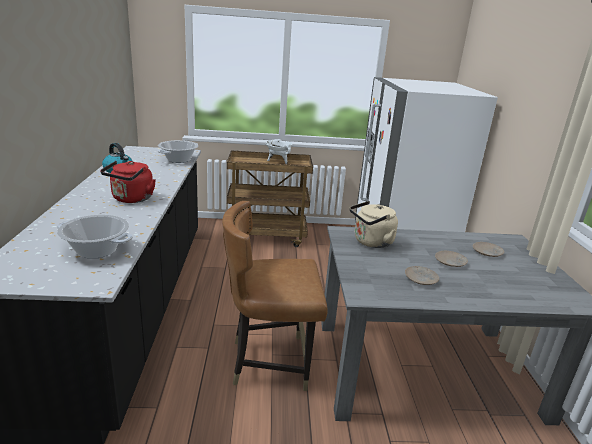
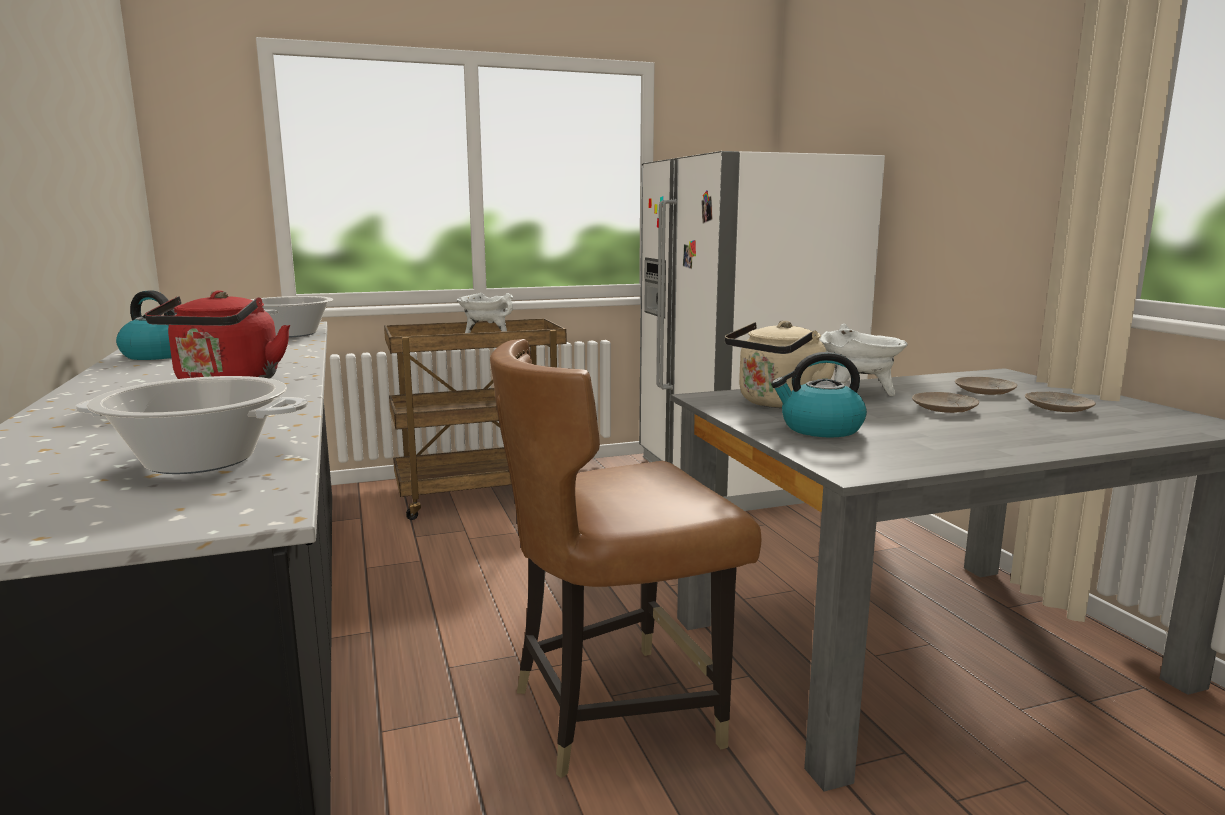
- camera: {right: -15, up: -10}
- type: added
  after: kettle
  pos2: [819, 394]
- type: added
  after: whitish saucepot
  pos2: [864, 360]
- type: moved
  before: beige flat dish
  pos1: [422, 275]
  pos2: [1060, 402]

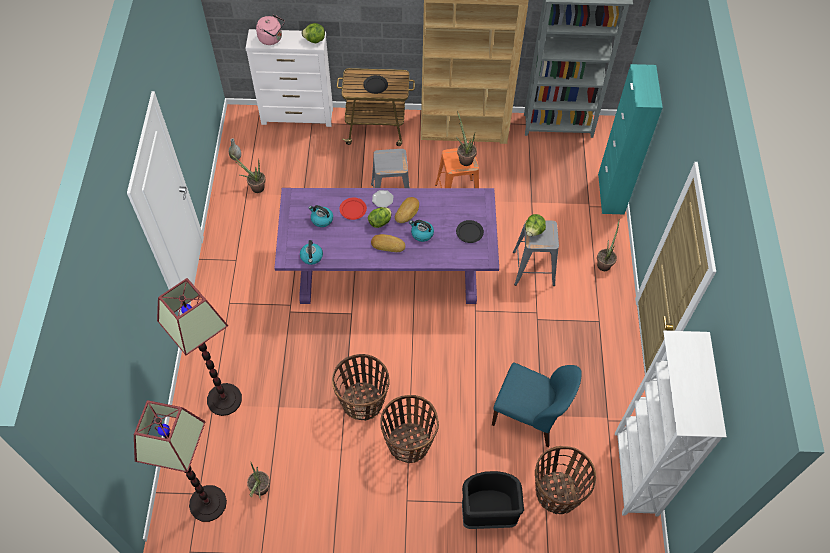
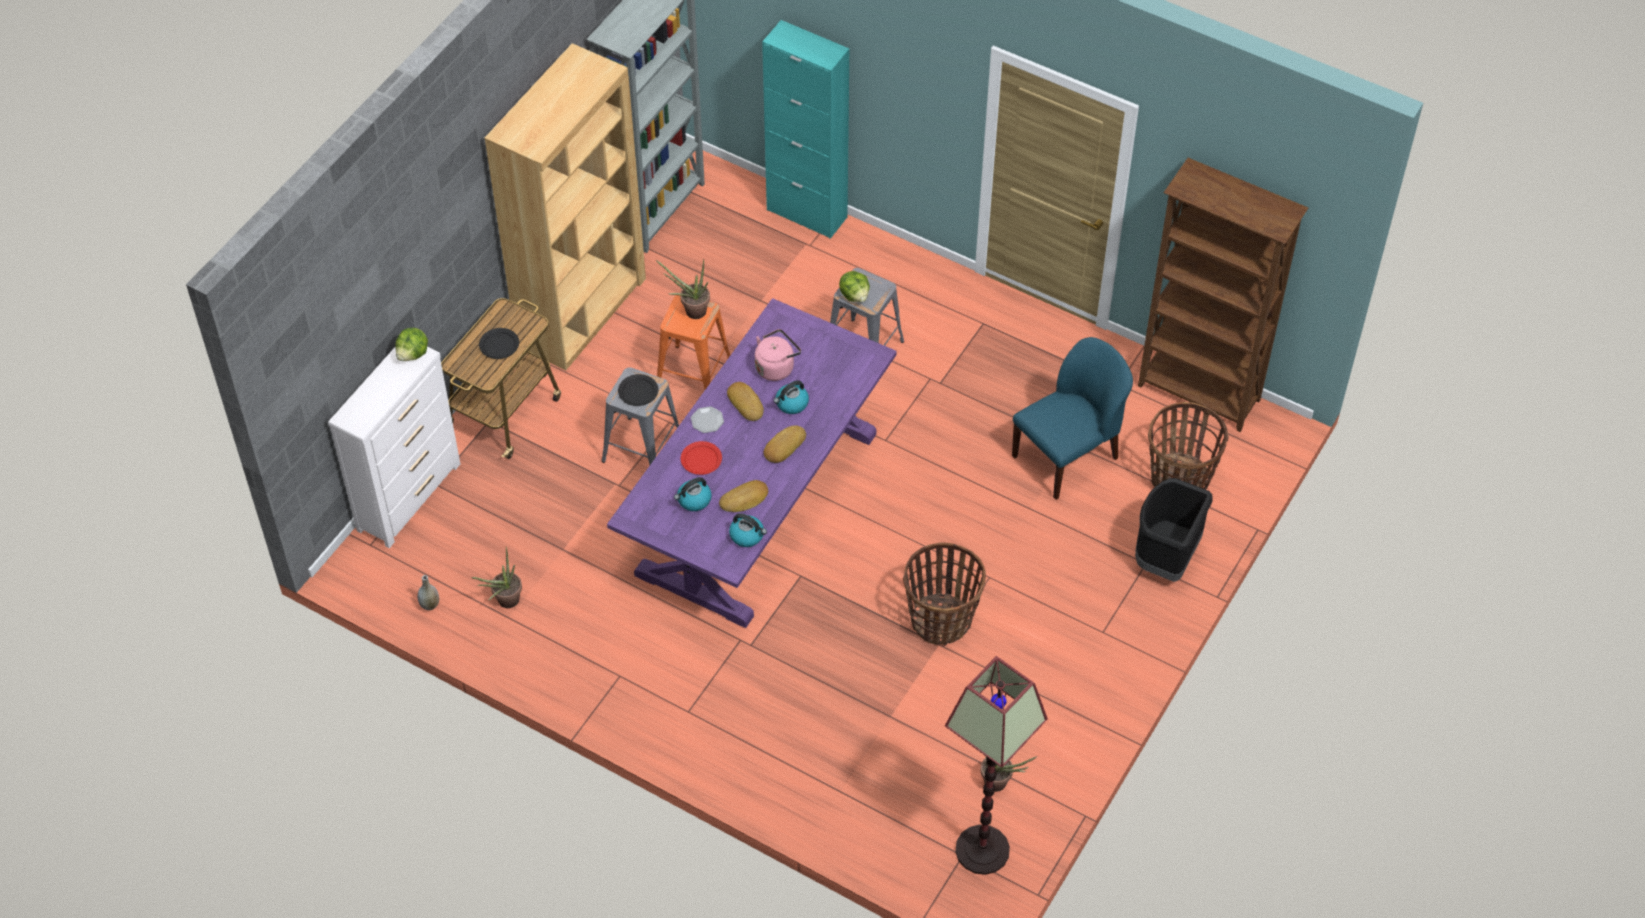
- camera: {right: -60, up: -5}
- type: removed
  before: floor lamp
  pos1: [199, 347]
- type: removed
  before: head of lettuce
  pos1: [380, 217]
- type: removed
  before: storage basket
  pos1: [409, 429]
- type: removed
  before: houseplant
  pos1: [608, 245]
- type: added
  after: bread
  pos2: [743, 496]
- type: moved
  before: pink kettle
  pos1: [270, 30]
  pos2: [778, 355]
- type: moved
  before: black flat dish
  pos1: [470, 231]
  pos2: [638, 390]
- type: recoloured
  before: whitish bookcase
  after: brown bookcase
  pos1: [671, 424]
  pos2: [1223, 295]

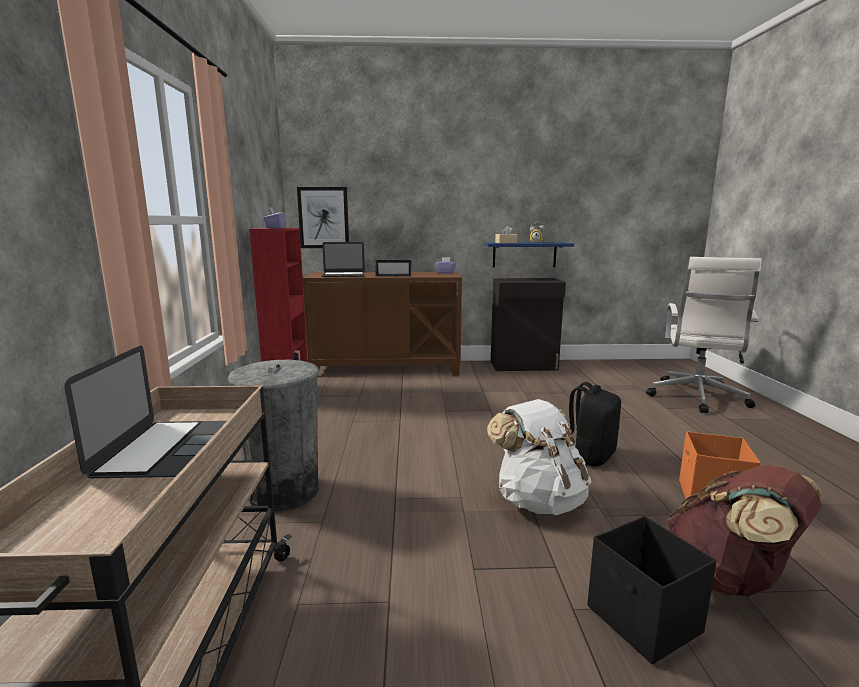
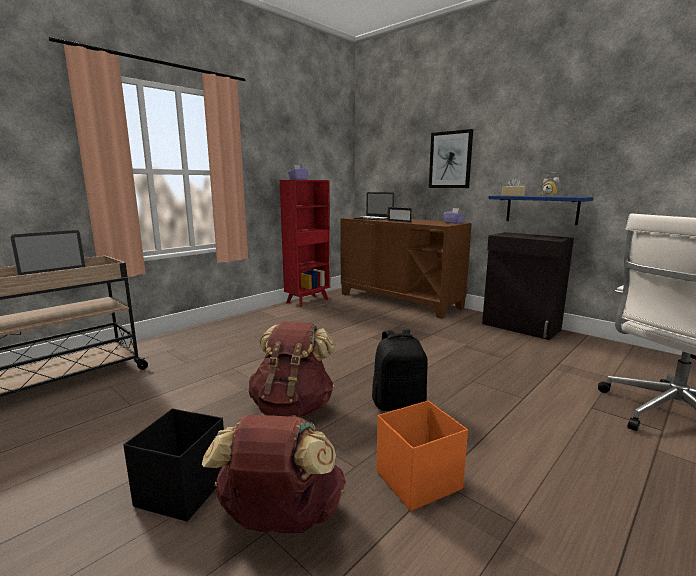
- camera: {right: 45, up: 0}
- type: removed
  before: gray waste bin
  pos1: [273, 435]
- type: moved
  before: wall picture
  pos1: [323, 217]
  pos2: [451, 158]
- type: recoloured
  before: whitish backpack
  after: brown backpack
  pos1: [539, 457]
  pos2: [292, 369]

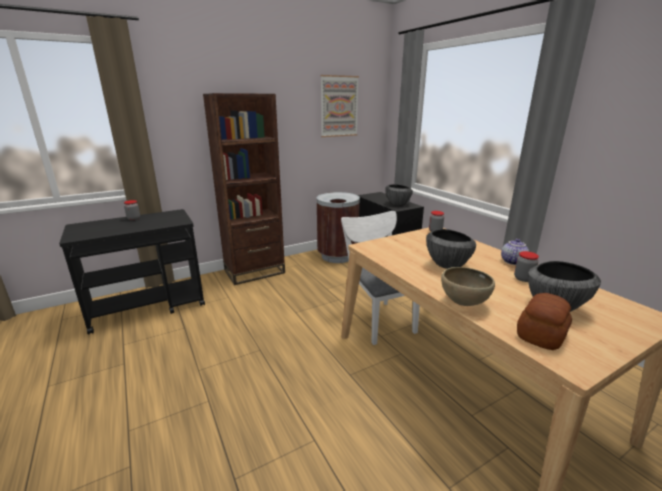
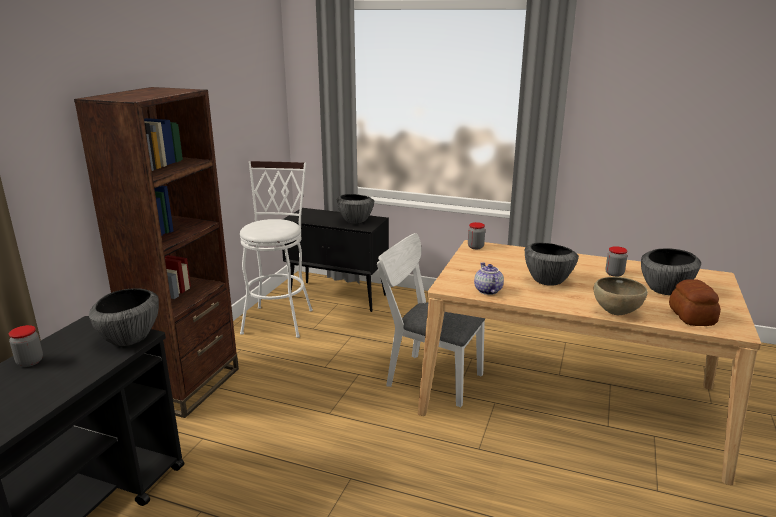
- camera: {right: -40, up: 0}
- type: removed
  before: wall picture
  pos1: [339, 106]
- type: added
  after: deep dish
  pos2: [124, 317]
- type: moved
  before: tea pot
  pos1: [515, 252]
  pos2: [489, 278]
- type: replaced
  before: brown waste bin
  after: whitish stool seat
  pos1: [338, 227]
  pos2: [276, 249]

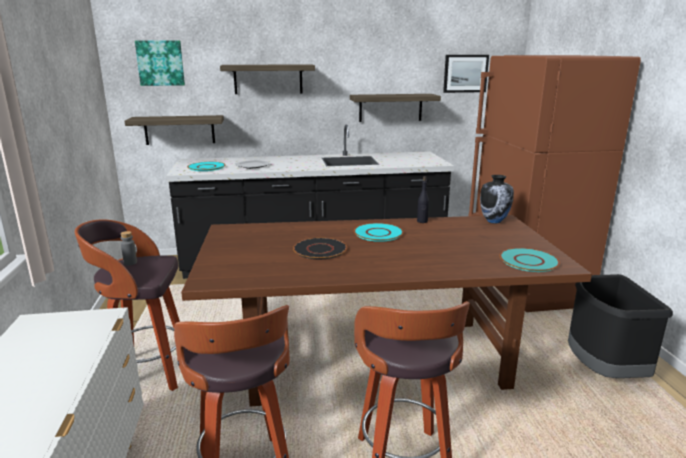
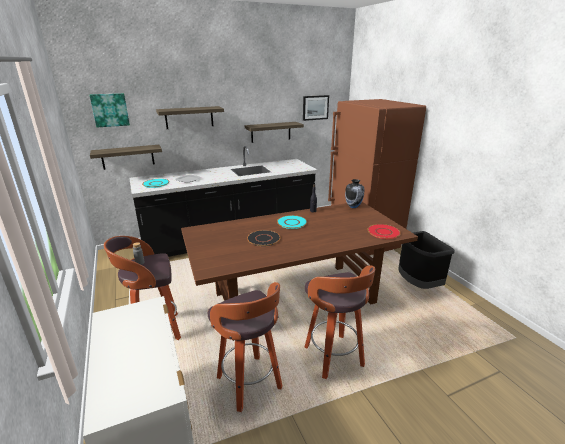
- camera: {right: -15, up: 5}
- type: recoloured
  before: turquoise-coloured flat dish
  after: reddish flat dish
  pos1: [530, 260]
  pos2: [384, 231]

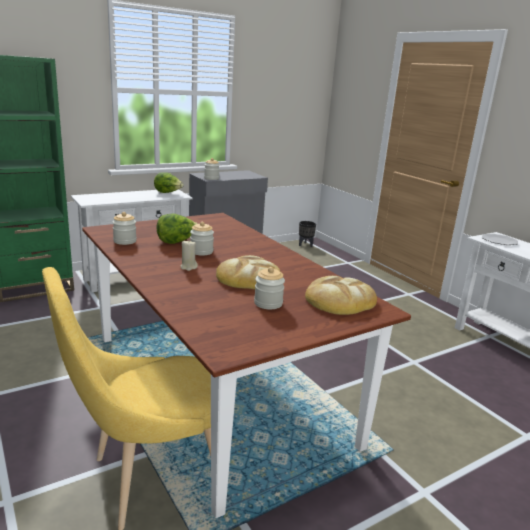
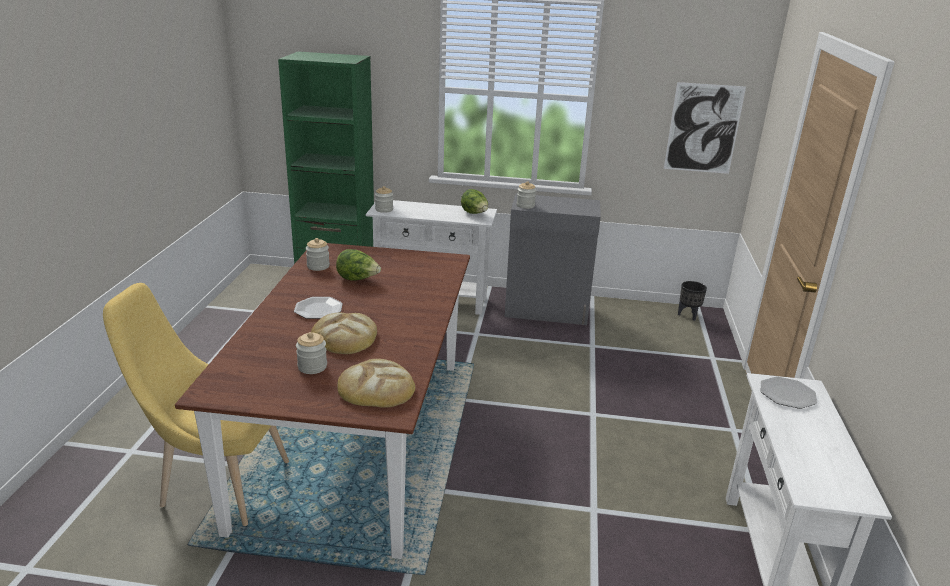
- camera: {right: 40, up: 5}
- type: added
  after: wall picture
  pos2: [705, 128]
- type: moved
  before: storage jar
  pos1: [202, 239]
  pos2: [384, 199]
- type: replaced
  before: beige wax candle
  after: flat dish
  pos1: [189, 256]
  pos2: [318, 308]

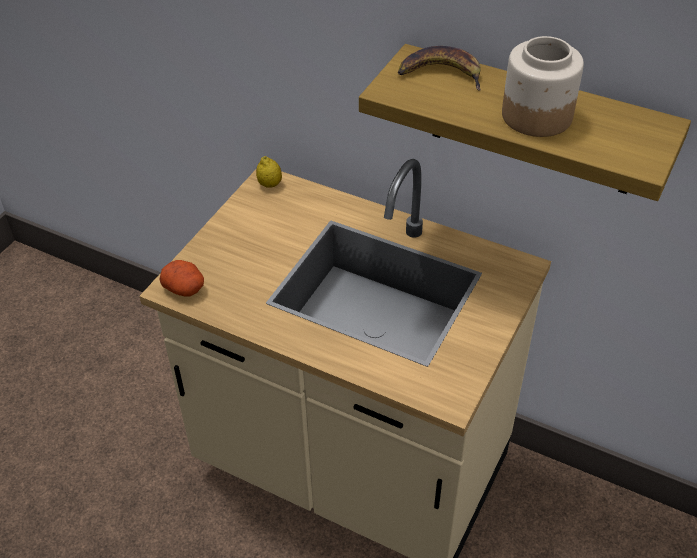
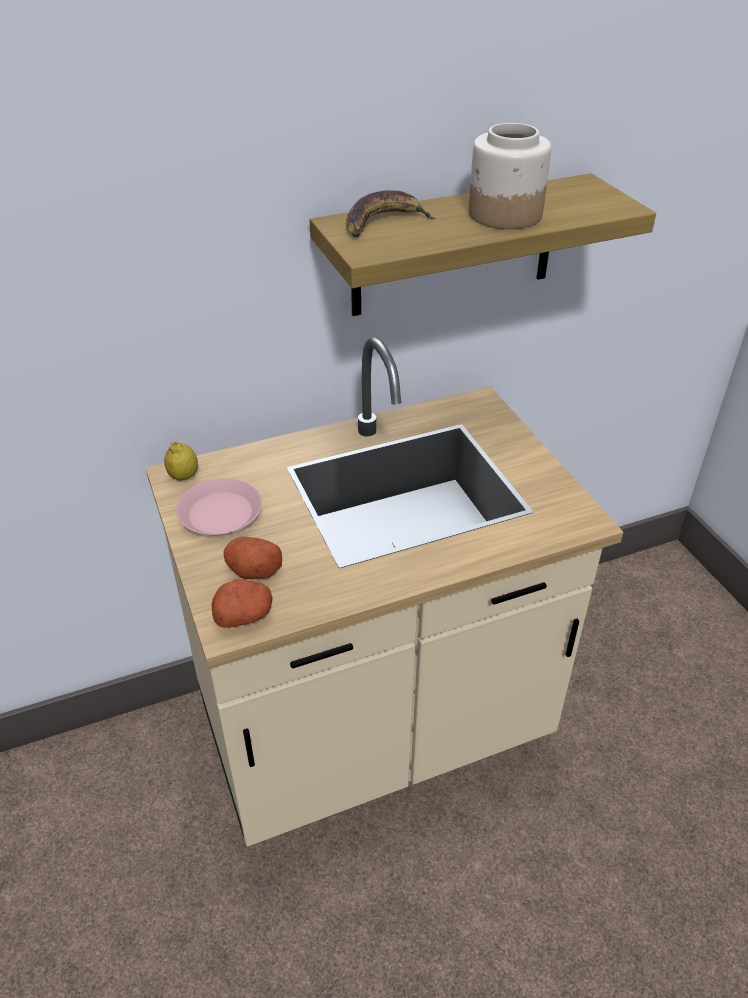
- camera: {right: -50, up: -5}
- type: added
  after: pink flat dish
  pos2: [219, 507]
- type: added
  after: potato
  pos2: [253, 558]

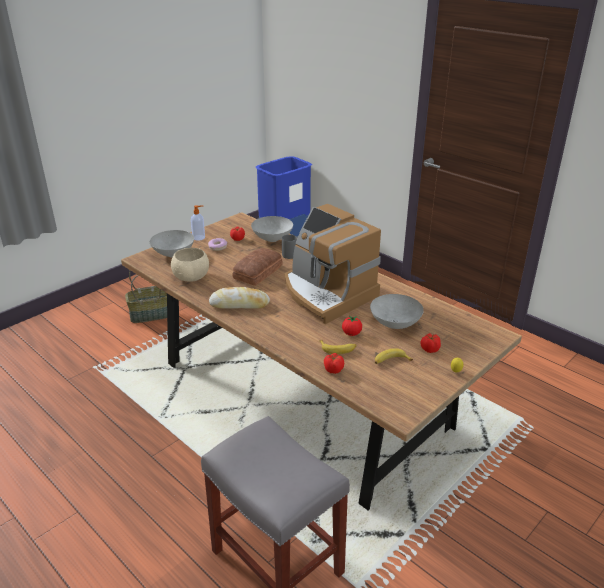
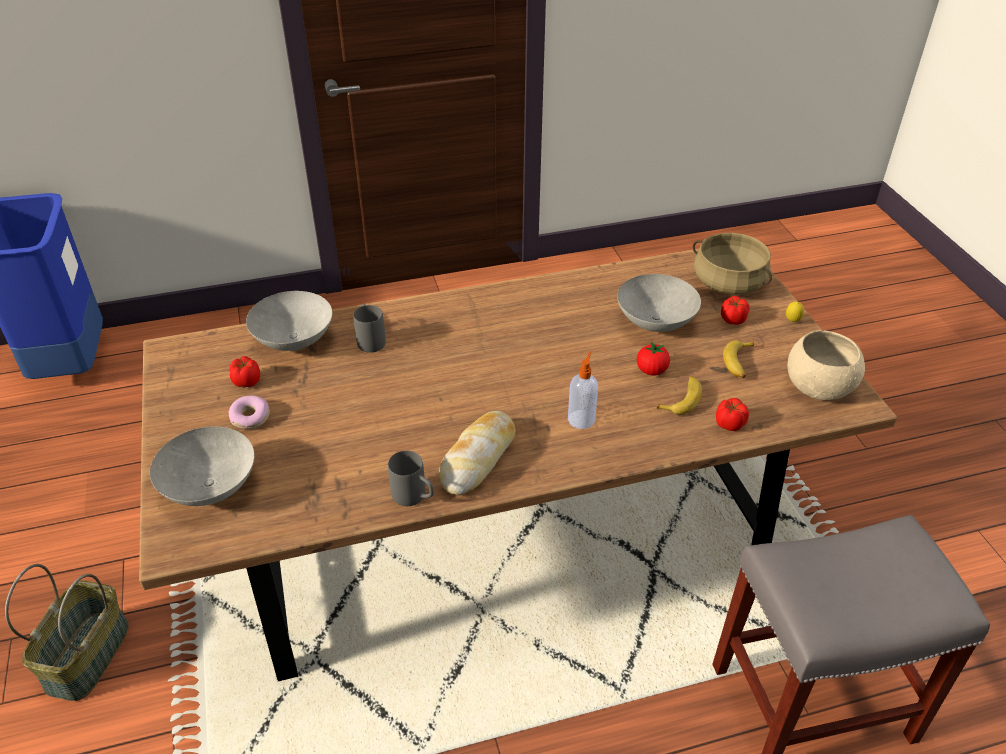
- camera: {right: -60, up: 10}
- type: removed
  before: bread
  pos1: [258, 267]
- type: removed
  before: coffee maker
  pos1: [333, 264]
- type: added
  after: gray tea mug
  pos2: [411, 478]
- type: added
  after: beige saucepot
  pos2: [732, 264]
- type: moved
  before: beige deep dish
  pos1: [190, 265]
  pos2: [826, 365]
- type: moved
  before: soap bottle
  pos1: [198, 223]
  pos2: [583, 390]

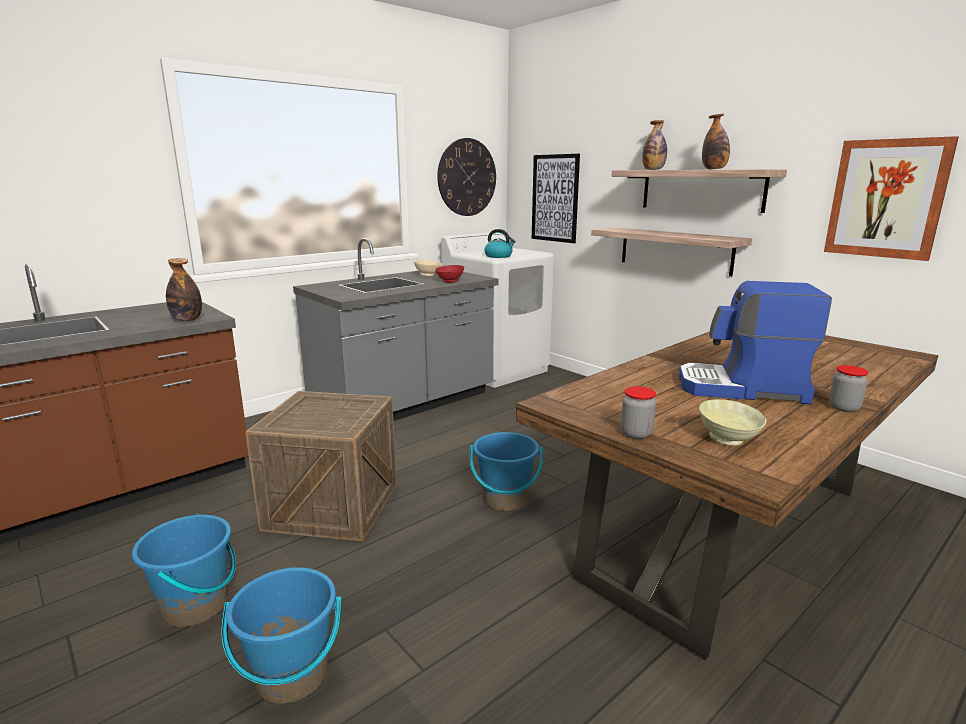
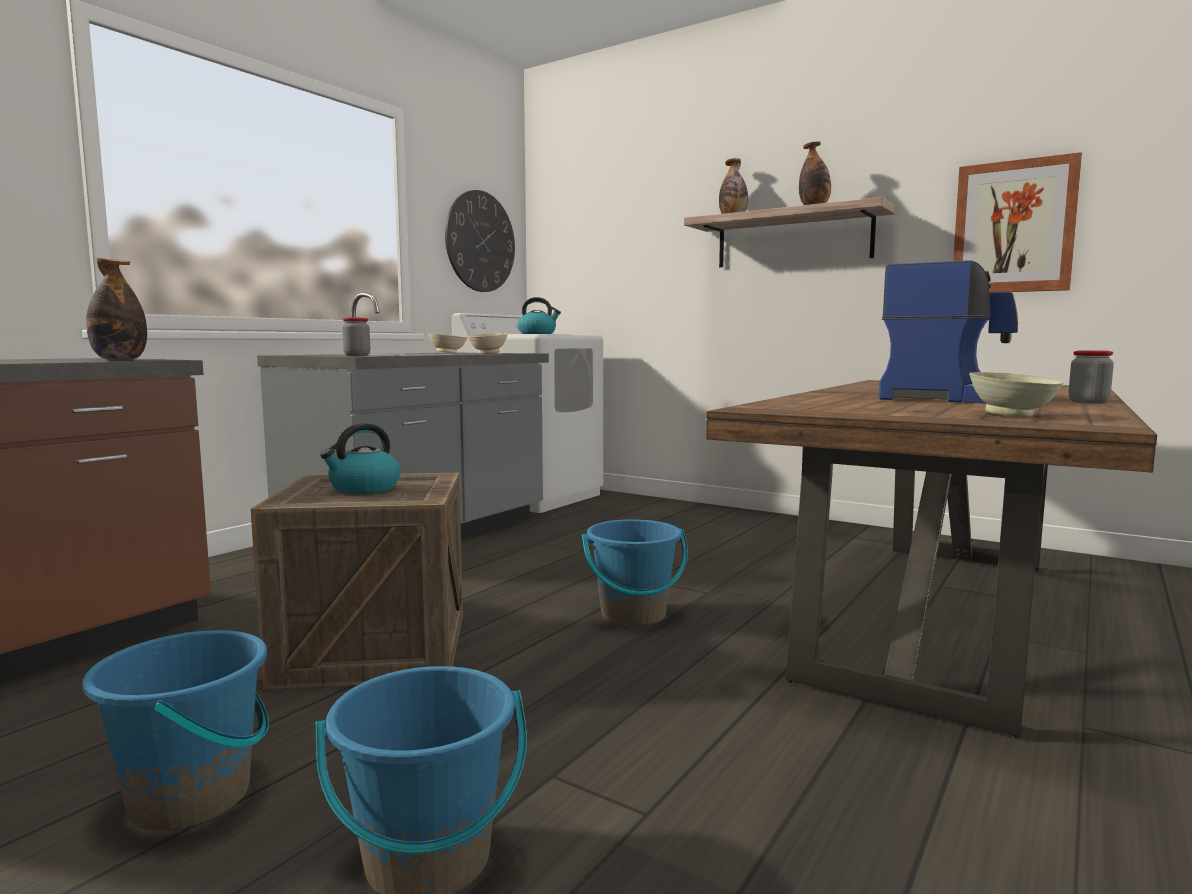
- camera: {right: -15, up: -10}
- type: removed
  before: wall picture
  pos1: [556, 198]
- type: removed
  before: shelf
  pos1: [671, 251]
- type: added
  after: kettle
  pos2: [360, 458]
- type: moved
  before: storage jar
  pos1: [638, 412]
  pos2: [356, 337]
- type: recoloured
  before: reddish deep dish
  after: beige deep dish
  pos1: [449, 274]
  pos2: [487, 343]
- type: turned
  before: coffee maker
  pos1: [755, 342]
  pos2: [963, 332]
  turn: -150

